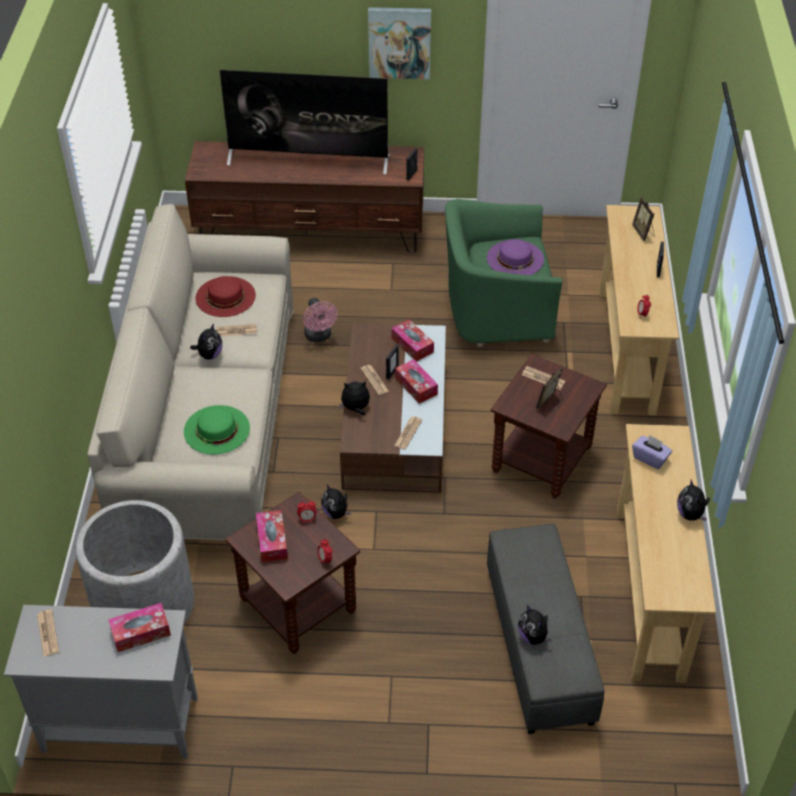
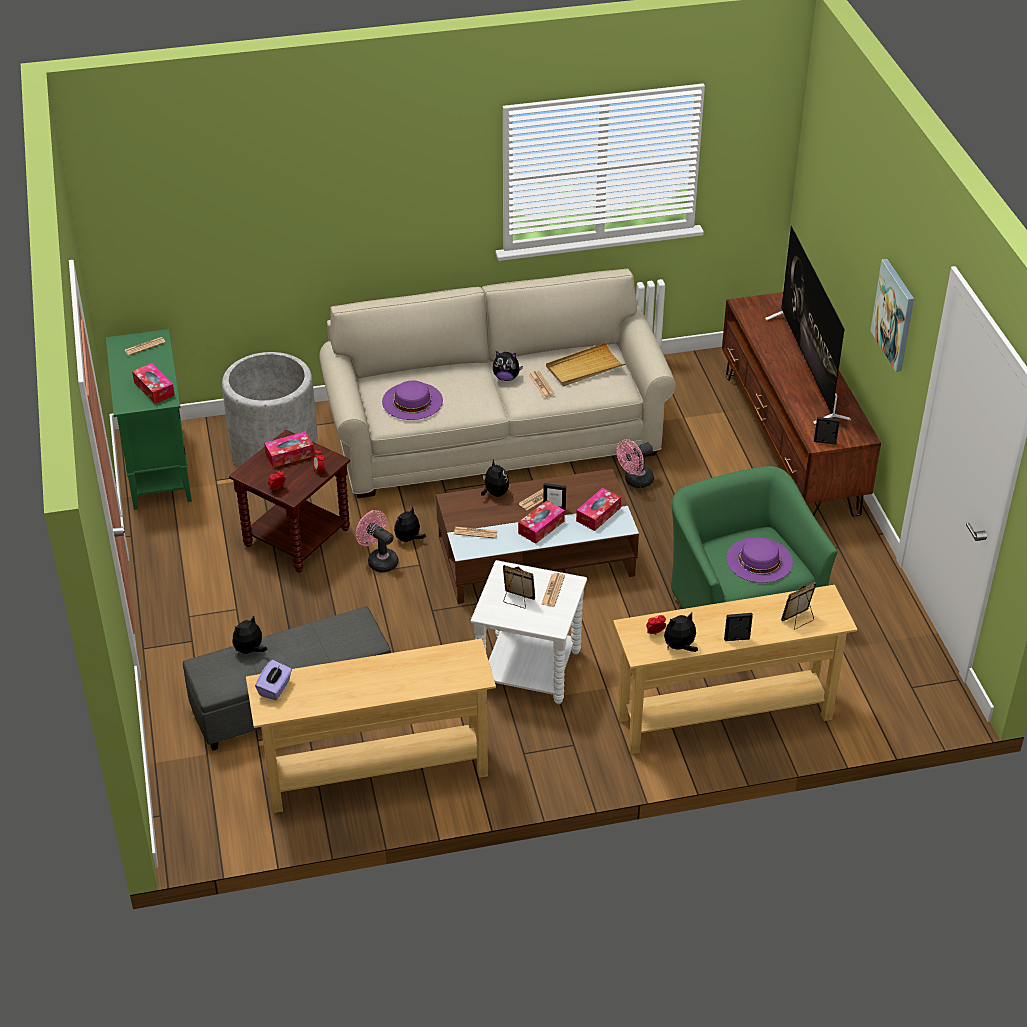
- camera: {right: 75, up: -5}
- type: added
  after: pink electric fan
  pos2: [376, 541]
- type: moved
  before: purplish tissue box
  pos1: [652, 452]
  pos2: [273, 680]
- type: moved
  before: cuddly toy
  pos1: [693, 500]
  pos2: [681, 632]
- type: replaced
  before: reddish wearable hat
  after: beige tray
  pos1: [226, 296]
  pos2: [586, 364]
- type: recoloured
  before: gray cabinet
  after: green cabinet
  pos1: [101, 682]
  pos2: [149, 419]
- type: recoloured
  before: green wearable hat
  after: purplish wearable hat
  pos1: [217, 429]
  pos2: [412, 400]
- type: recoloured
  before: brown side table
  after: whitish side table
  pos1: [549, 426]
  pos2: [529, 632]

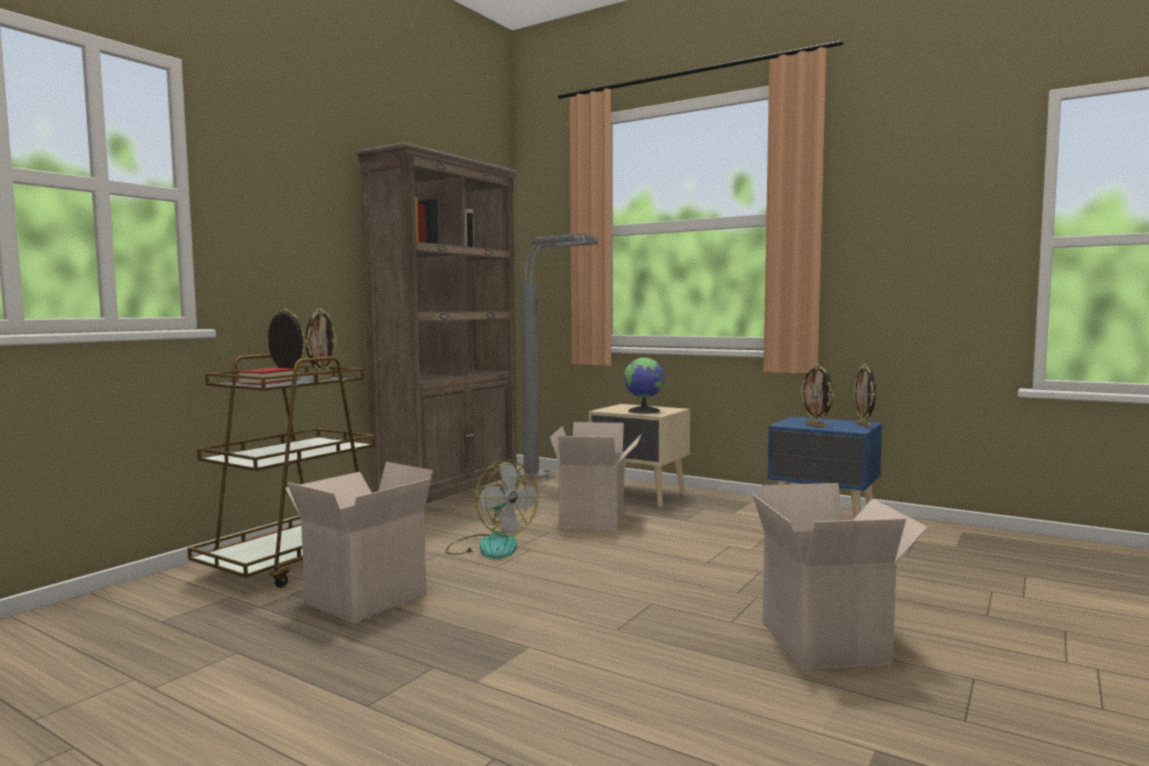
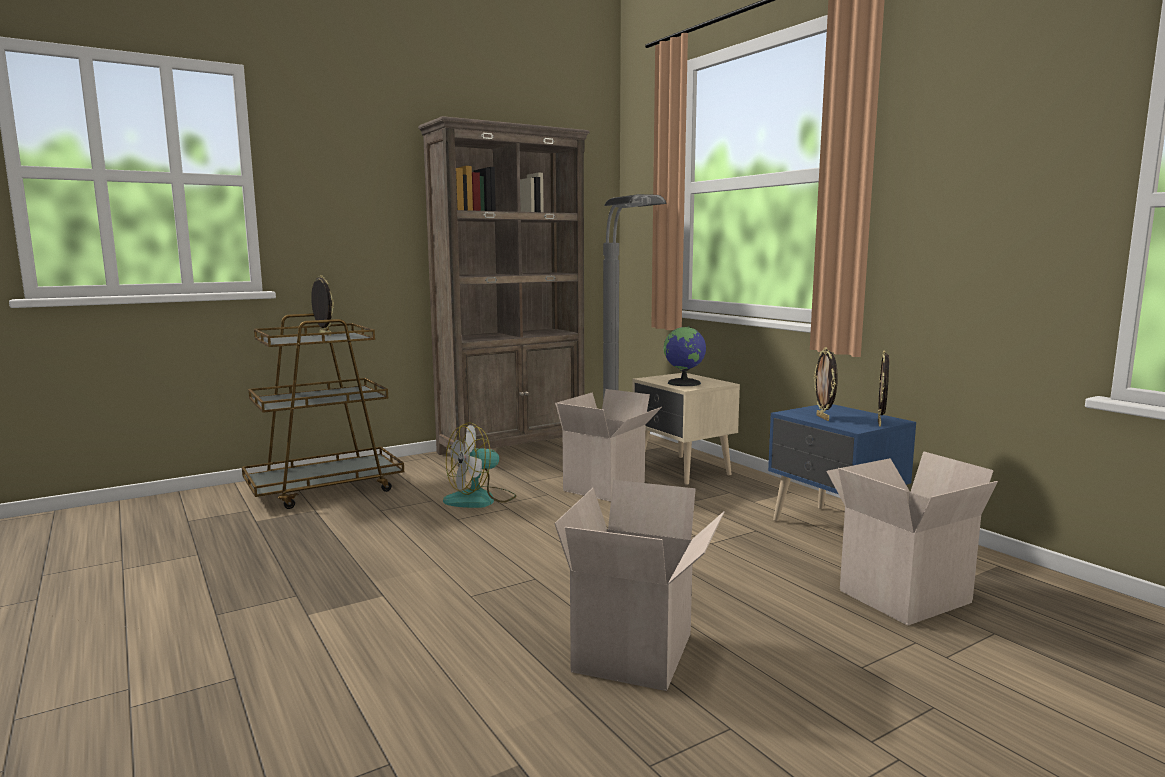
- camera: {right: 25, up: 5}
- type: removed
  before: volume
  pos1: [265, 376]
- type: removed
  before: standing frame
  pos1: [321, 344]
- type: moved
  before: carton
  pos1: [359, 542]
  pos2: [912, 538]
- type: turned
  before: electric fan
  pos1: [492, 509]
  pos2: [479, 465]
  turn: 75

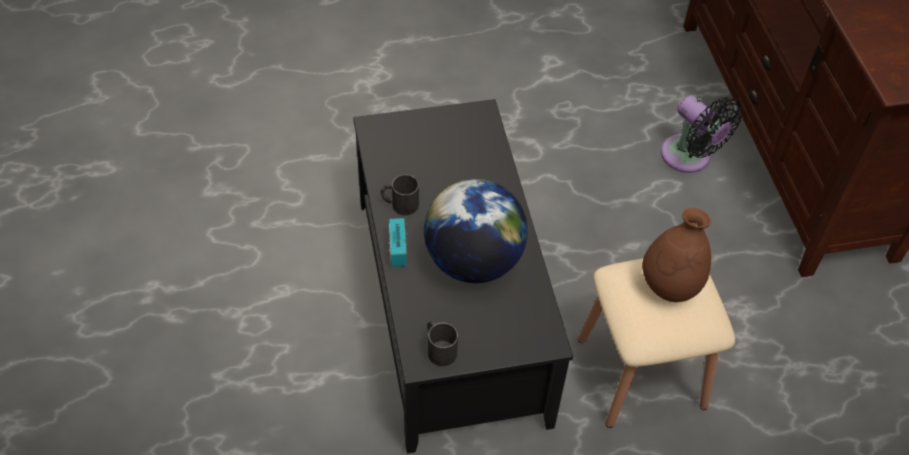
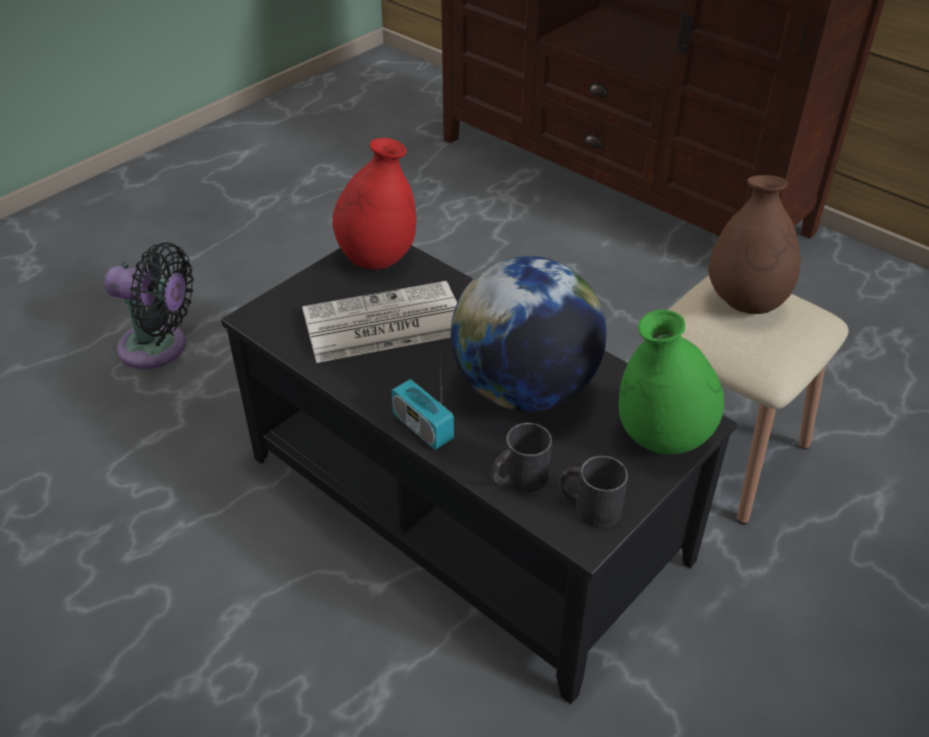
- camera: {right: -35, up: -10}
- type: added
  after: newspaper
  pos2: [379, 322]
- type: added
  after: reddish flower vase
  pos2: [374, 204]
- type: added
  after: green flower vase
  pos2: [671, 382]
- type: moved
  before: black tea mug
  pos1: [399, 194]
  pos2: [521, 457]
- type: moved
  before: black electric fan
  pos1: [702, 134]
  pos2: [149, 305]

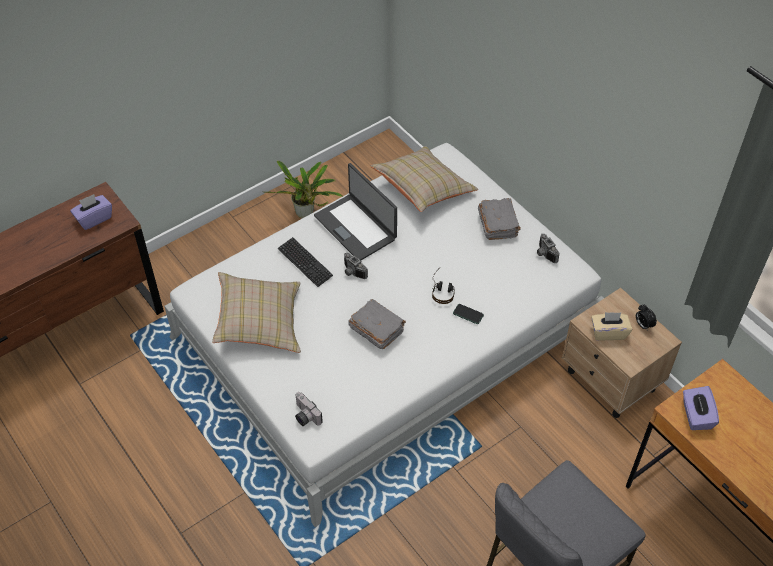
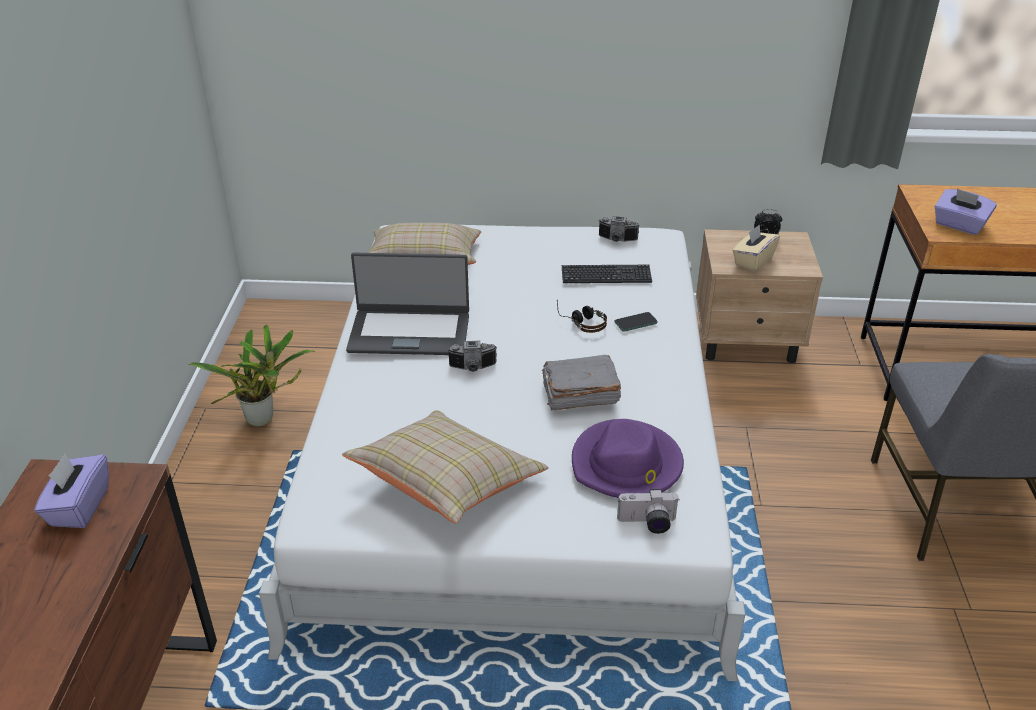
- camera: {right: -50, up: -15}
- type: removed
  before: gray volume
  pos1: [499, 219]
- type: added
  after: purplish wearable hat
  pos2: [628, 458]
- type: moved
  before: PC keyboard
  pos1: [305, 262]
  pos2: [607, 274]

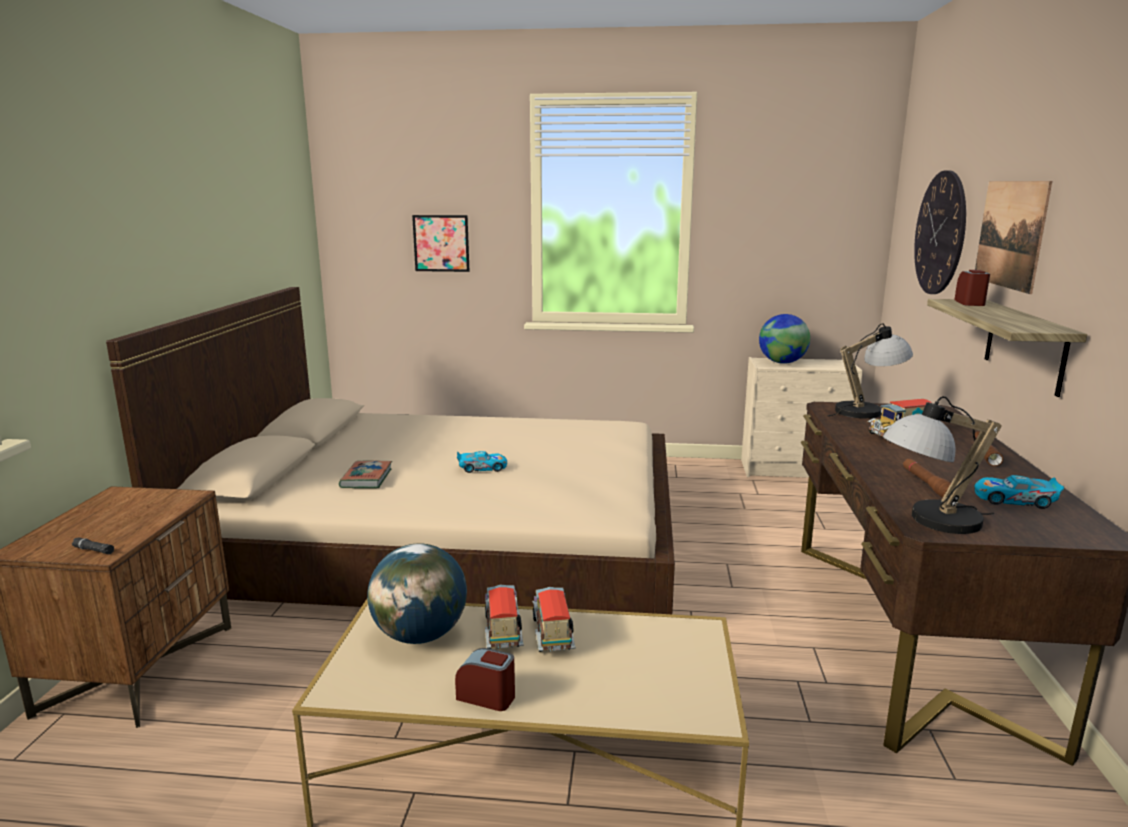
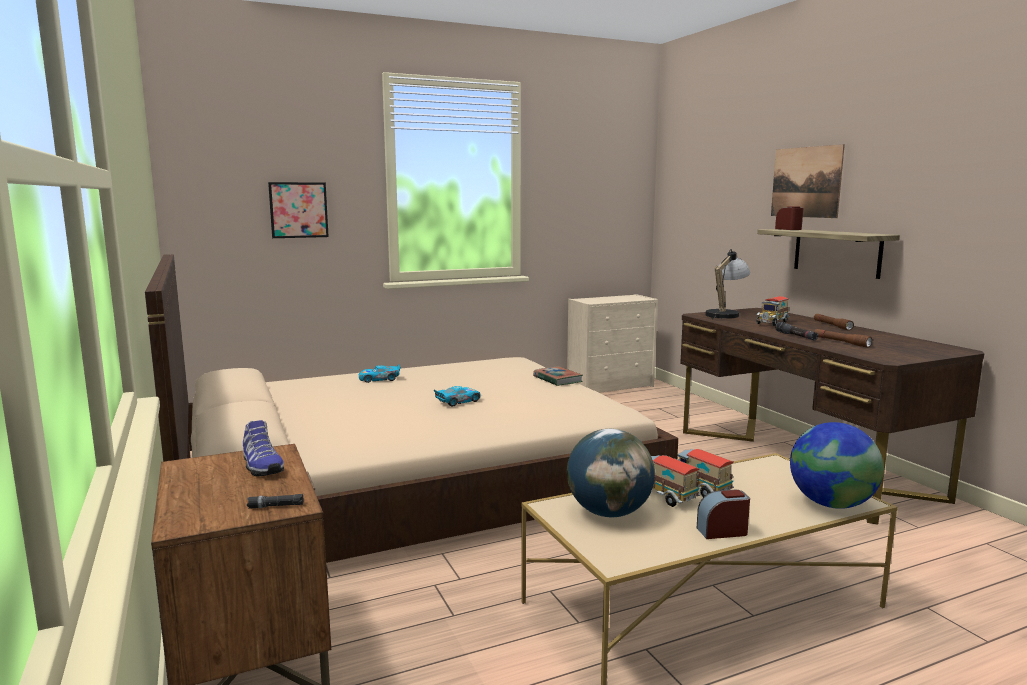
- camera: {right: -30, up: -5}
- type: removed
  before: lamp for a table
  pos1: [942, 465]
- type: removed
  before: hanging clock
  pos1: [940, 232]
- type: added
  after: shoe
  pos2: [263, 448]
- type: added
  after: black flashlight
  pos2: [797, 331]
- type: moved
  before: volume
  pos1: [365, 474]
  pos2: [558, 376]
- type: moved
  before: desk globe
  pos1: [784, 339]
  pos2: [837, 465]
- type: moved
  before: model car
  pos1: [1019, 492]
  pos2: [380, 373]

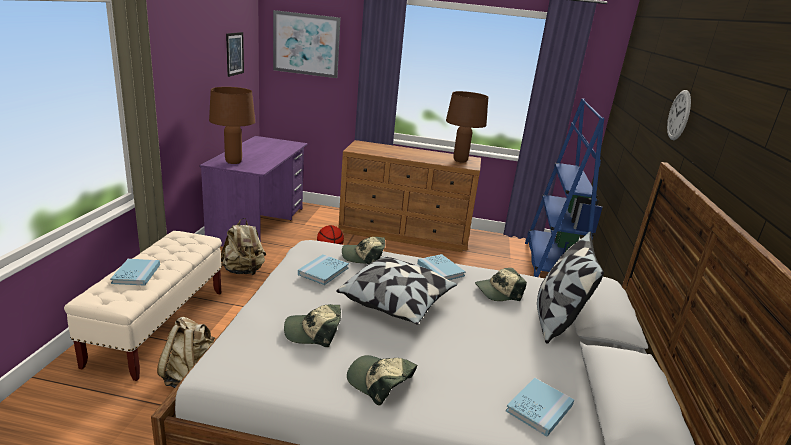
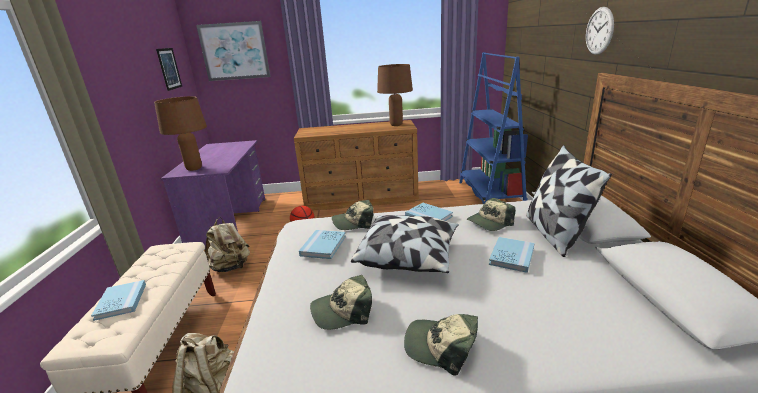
- camera: {right: -10, up: 0}
- type: moved
  before: blue-coloured volume
  pos1: [540, 407]
  pos2: [511, 255]

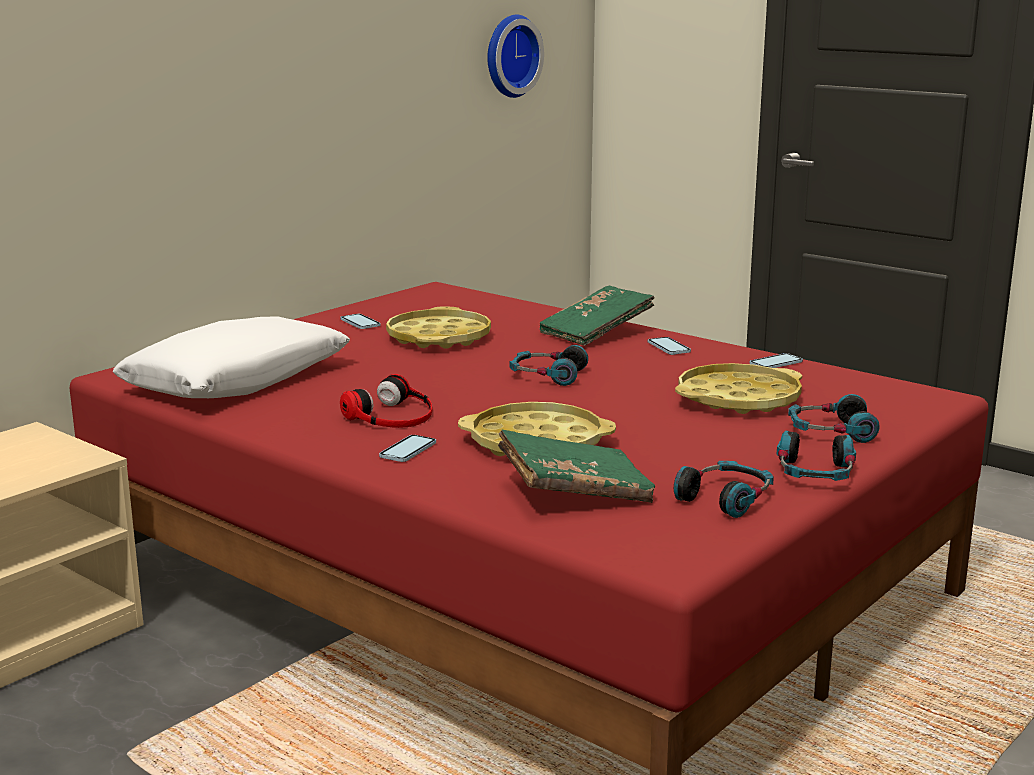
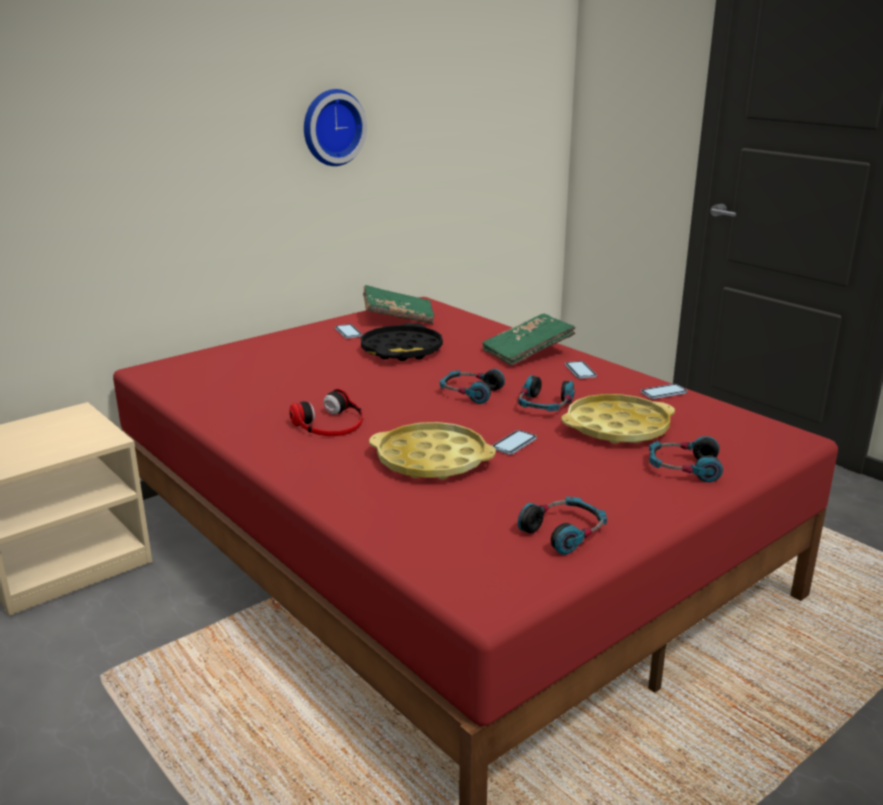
- camera: {right: 10, up: 5}
- type: removed
  before: whitish throw pillow
  pos1: [231, 357]
- type: moved
  before: handset
  pos1: [407, 448]
  pos2: [514, 442]
- type: moved
  before: hanging clock
  pos1: [515, 56]
  pos2: [335, 127]
- type: moved
  before: green volume
  pos1: [576, 466]
  pos2: [399, 304]
- type: moved
  before: headphones
  pos1: [816, 455]
  pos2: [546, 393]
- type: recoloured
  before: yellow tray
  after: black tray
  pos1: [438, 327]
  pos2: [402, 342]

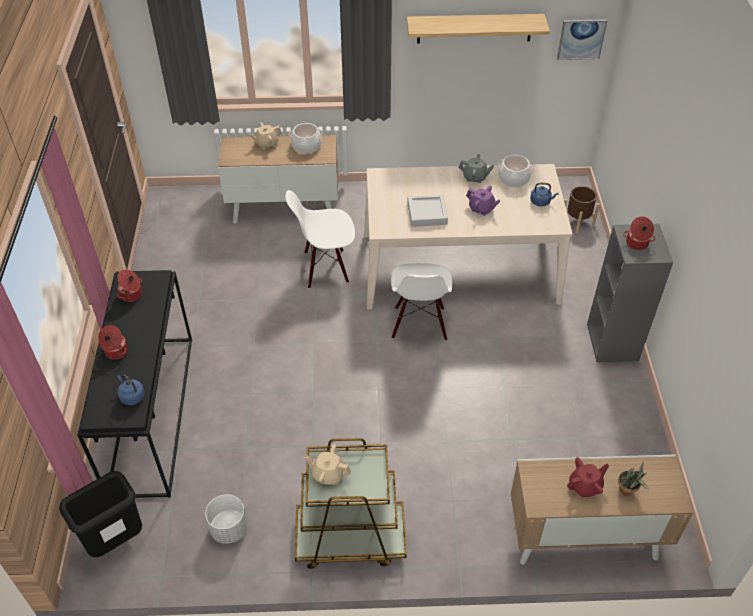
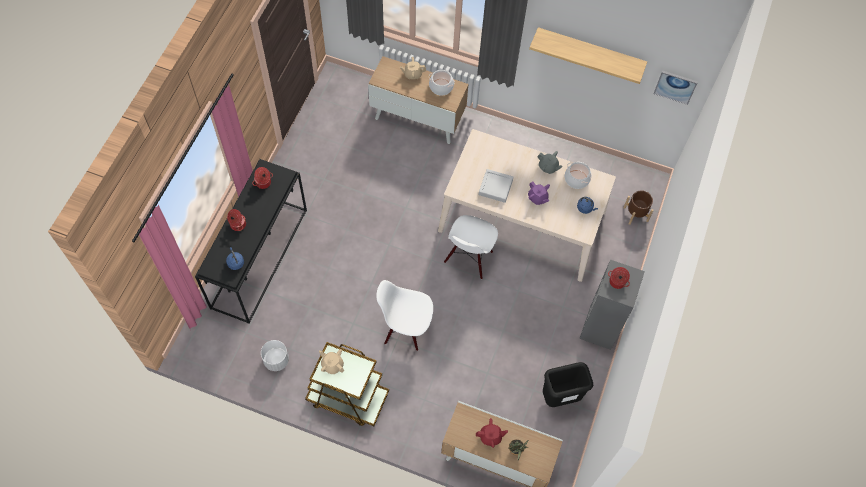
- camera: {right: 20, up: 15}
- type: moved
  before: black waste bin
  pos1: [100, 514]
  pos2: [568, 384]
- type: moved
  before: whitish upright chair
  pos1: [320, 239]
  pos2: [404, 315]

